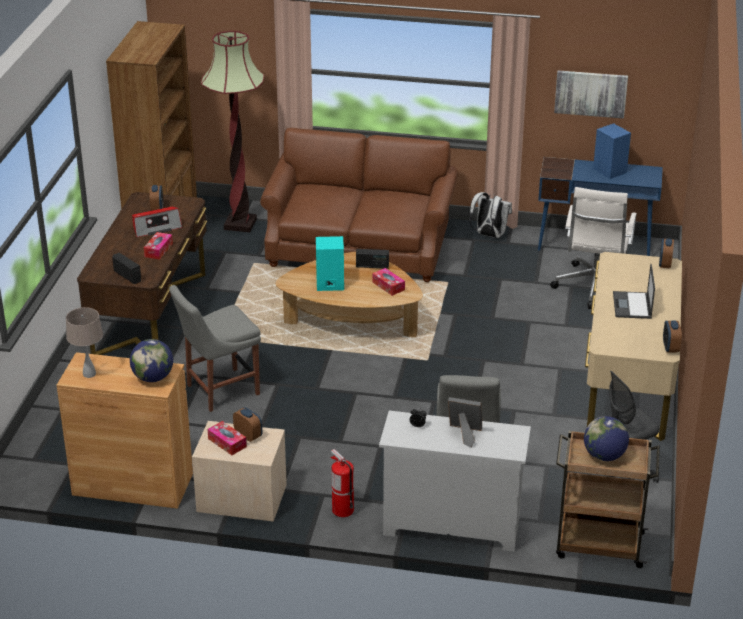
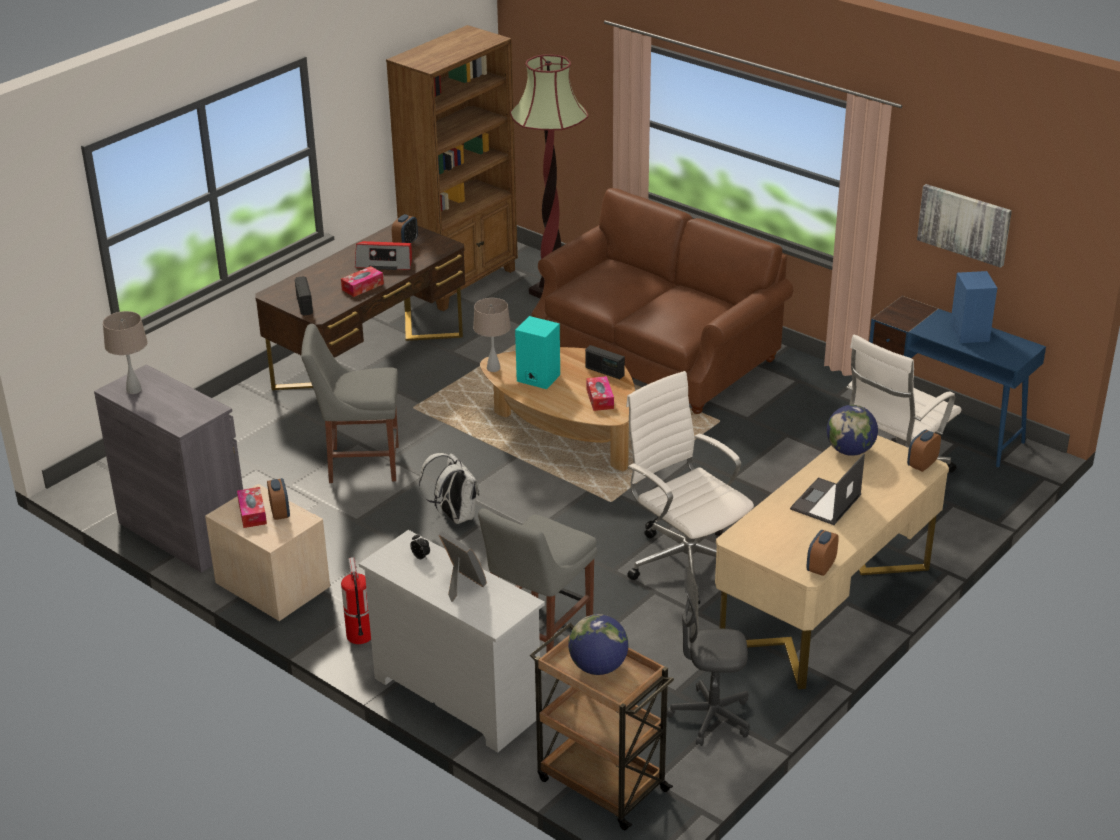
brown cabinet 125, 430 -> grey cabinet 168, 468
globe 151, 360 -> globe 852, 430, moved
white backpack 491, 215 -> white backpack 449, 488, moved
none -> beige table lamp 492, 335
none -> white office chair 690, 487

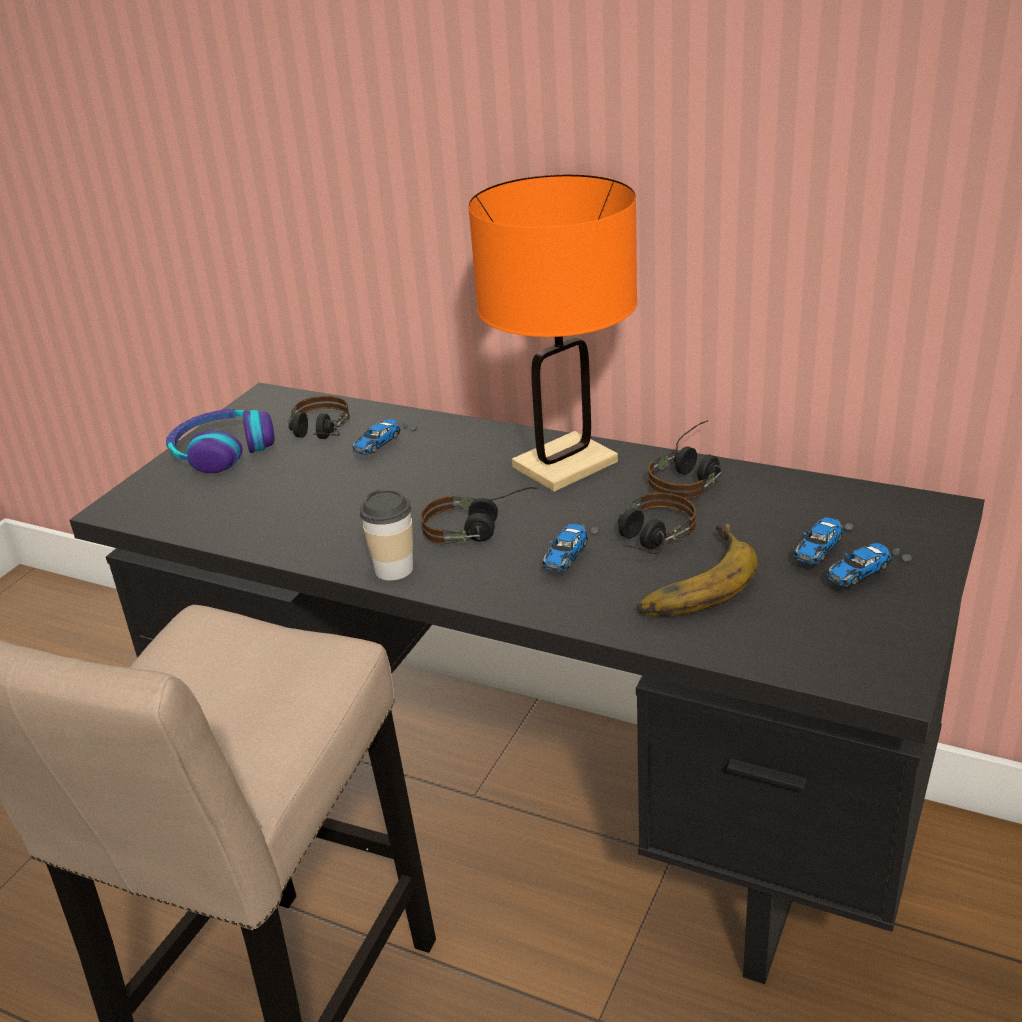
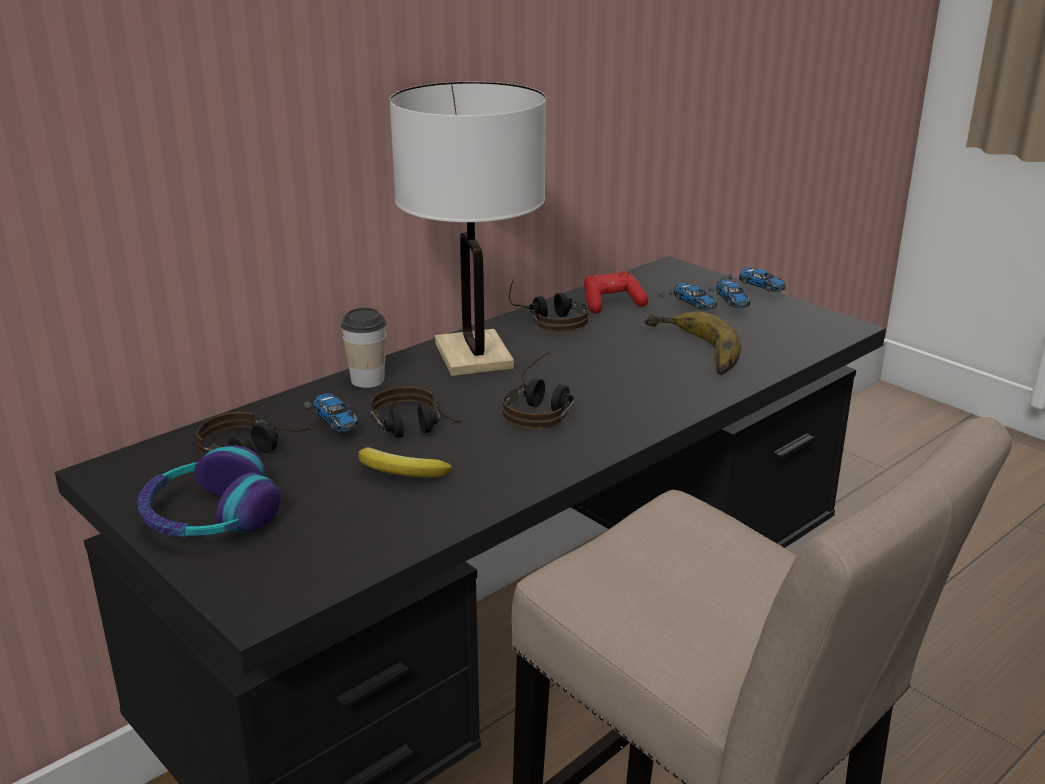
cup 386, 535 -> cup 364, 348, moved
orange table lamp 553, 333 -> white table lamp 467, 229
toy car 570, 548 -> toy car 753, 279, moved
headphones 657, 523 -> headphones 416, 412, moved
none -> banana 405, 462
none -> red game controller 616, 292

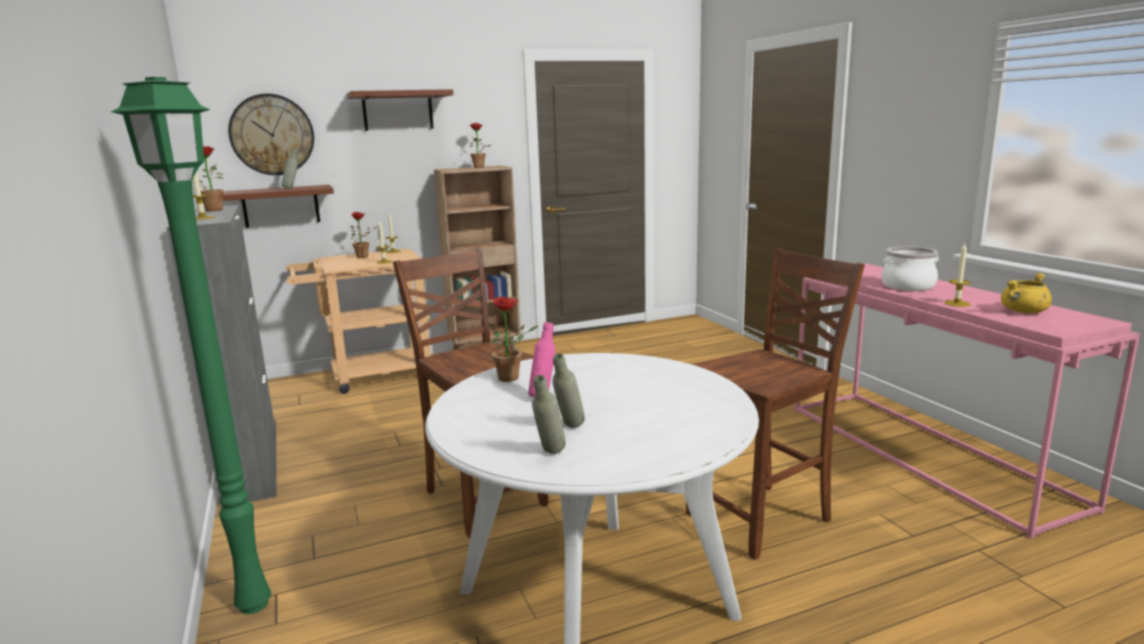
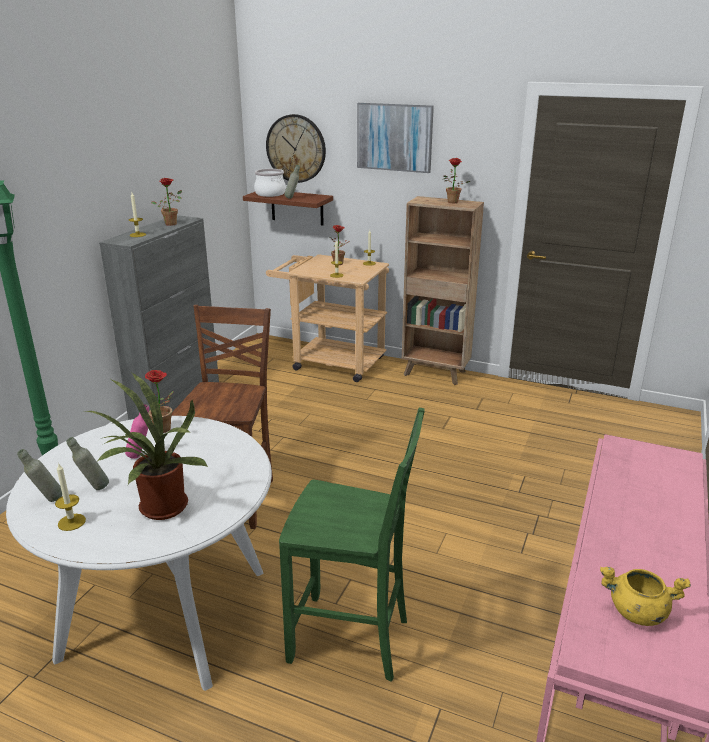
brown shelf 400, 110 -> picture 395, 138
brown chair 775, 404 -> green chair 352, 544
cooking pot 909, 268 -> cooking pot 270, 183, moved
candle 957, 275 -> candle 70, 497, moved
none -> potted plant 147, 446

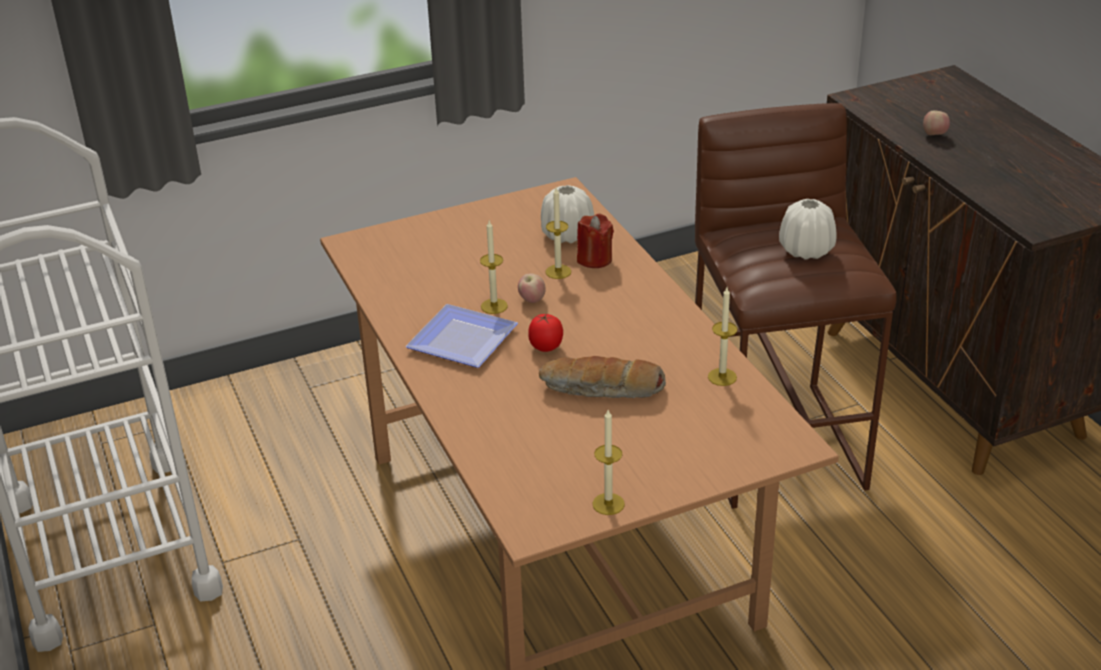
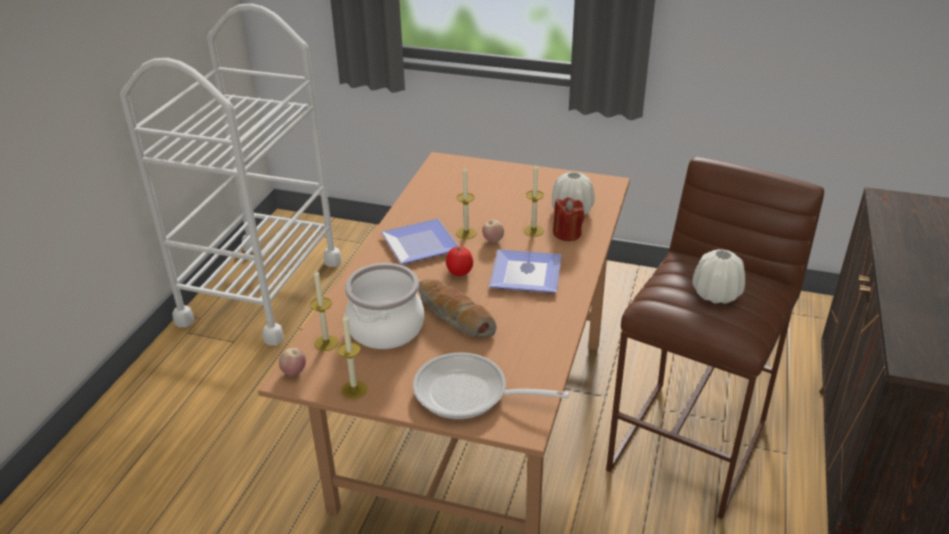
candle 722, 337 -> candle 324, 310, moved
apple 936, 122 -> apple 292, 361, moved
none -> cooking pot 384, 306
none -> frying pan 491, 385
none -> plate 525, 271

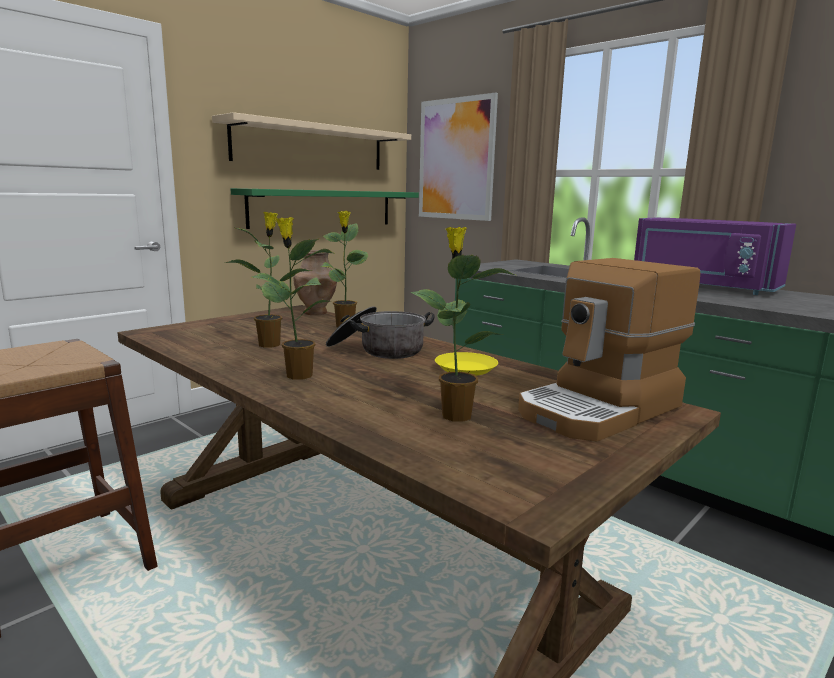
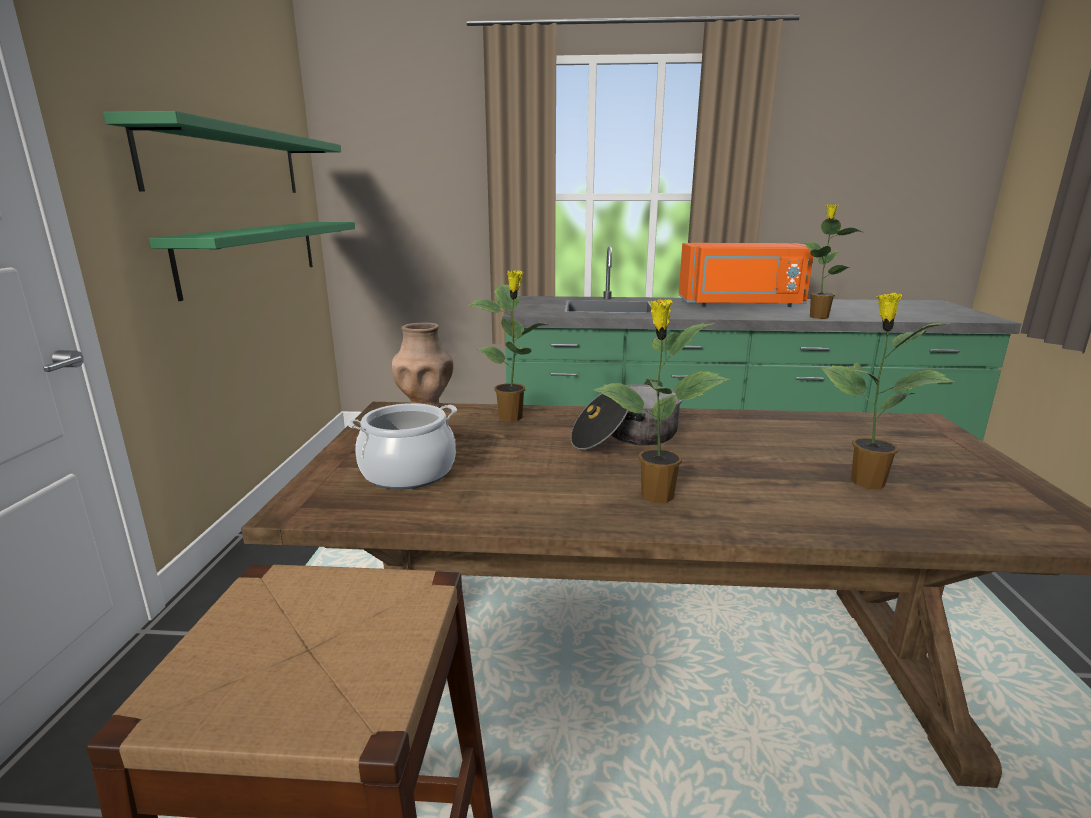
beige shelf 311, 141 -> green shelf 222, 152
potted plant 268, 280 -> potted plant 832, 261, moved
picture 458, 157 -> none
yellow plate 466, 364 -> none
coffee machine 609, 349 -> none
purple microwave 715, 256 -> orange microwave 746, 275
none -> cooking pot 402, 446

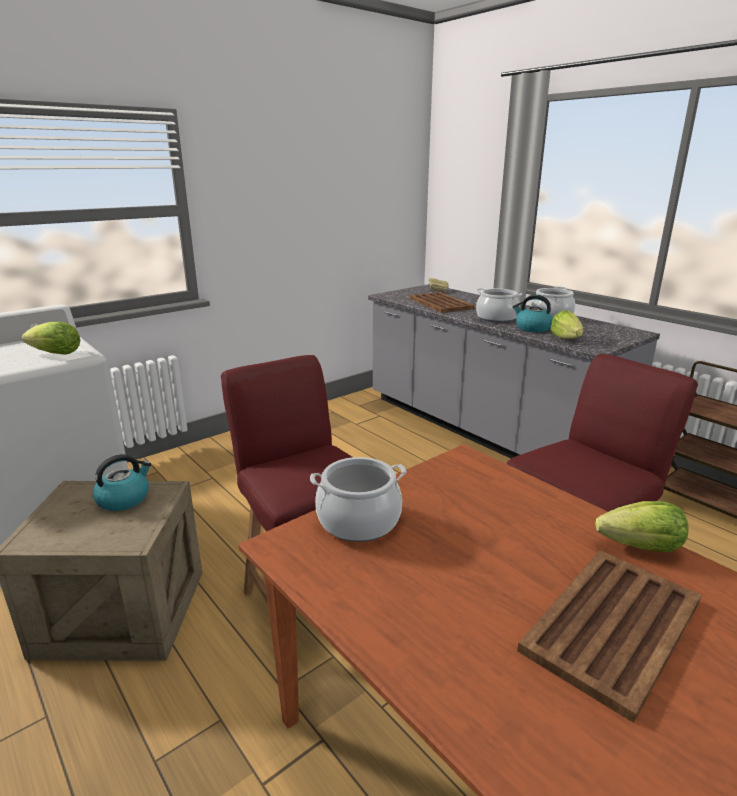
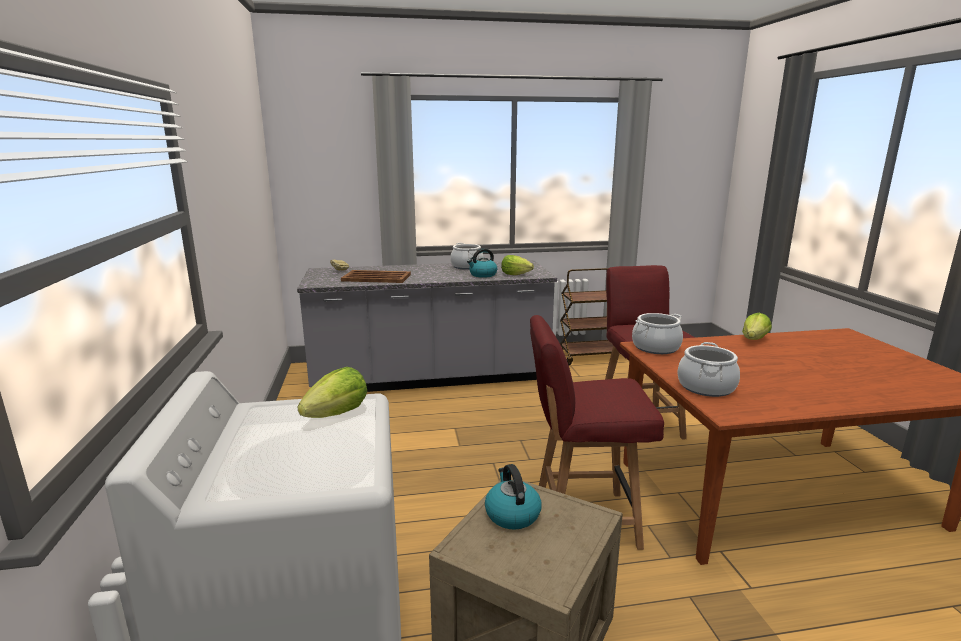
cooking pot 499, 305 -> cooking pot 657, 333, moved
brown tray 609, 636 -> none

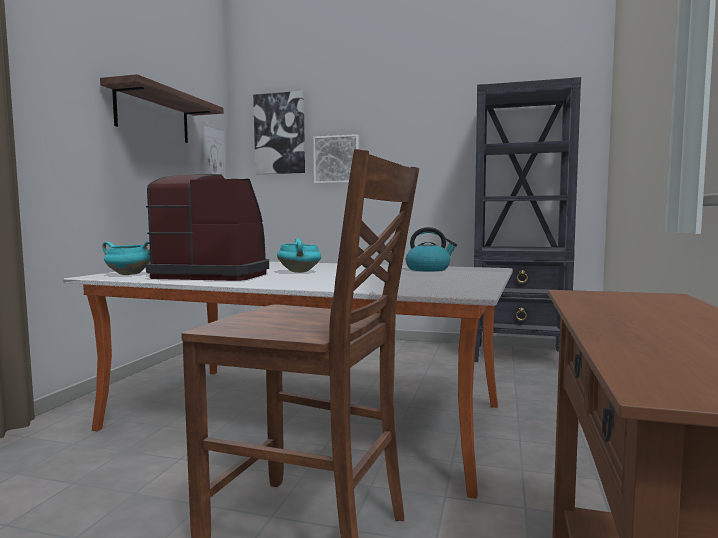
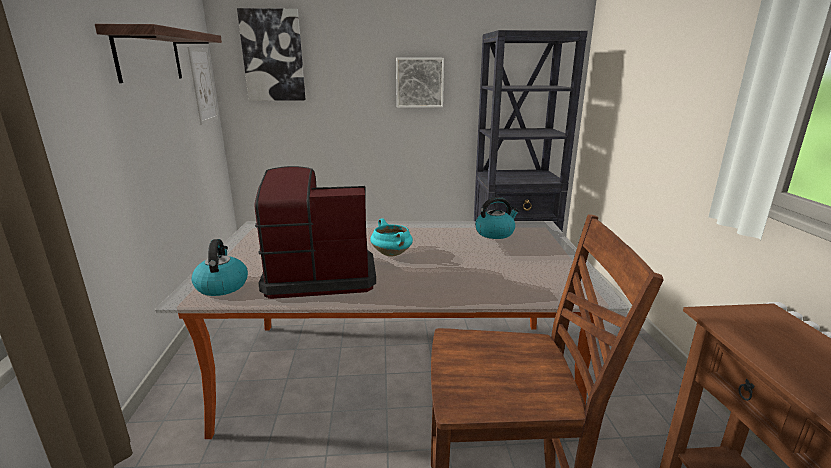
turquoise cooking pot 126, 258 -> kettle 219, 267
picture 336, 159 -> picture 420, 83, moved

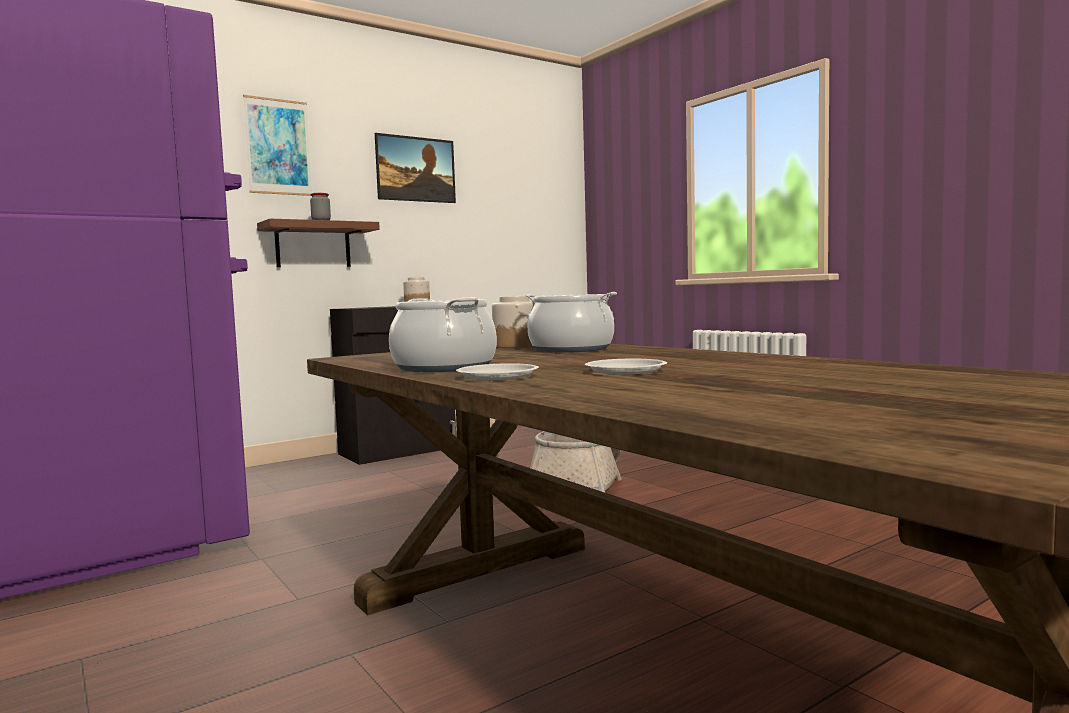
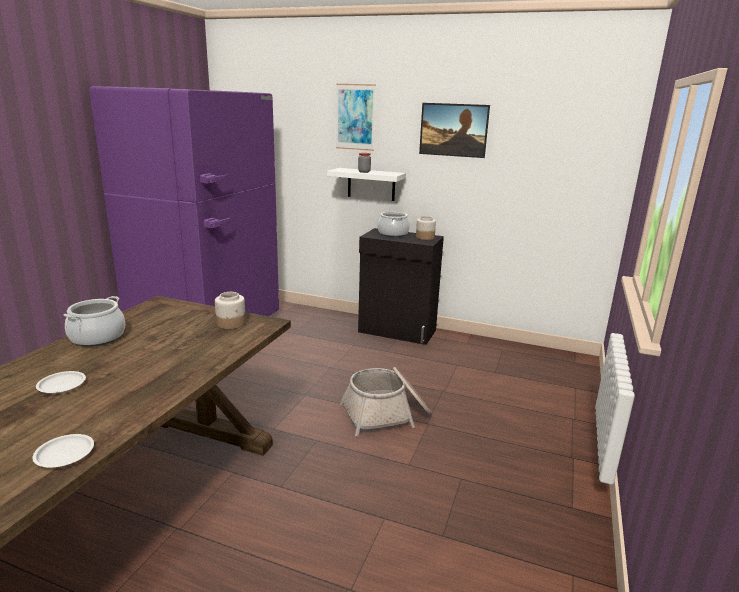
brown shelf 318, 242 -> white shelf 366, 184
white plate 497, 371 -> white plate 63, 451, moved
cooking pot 571, 322 -> cooking pot 393, 223, moved

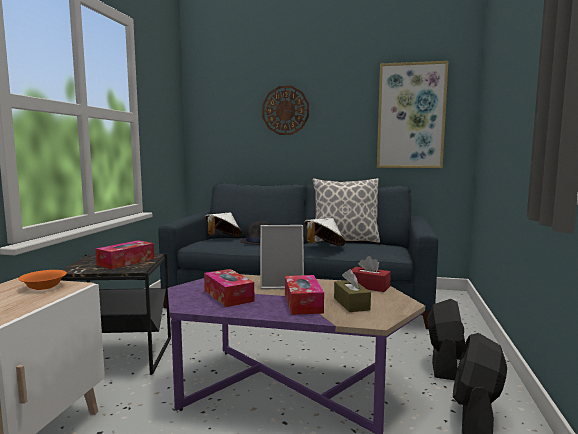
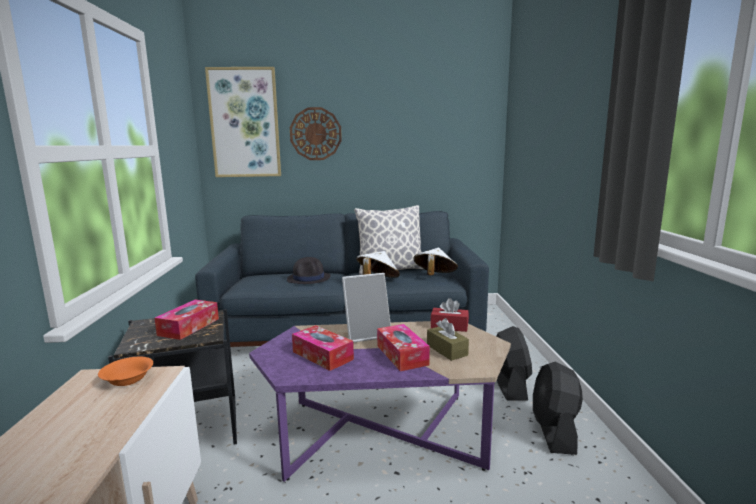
white hat 223, 225 -> white hat 435, 261, moved
picture 412, 114 -> picture 243, 122, moved

